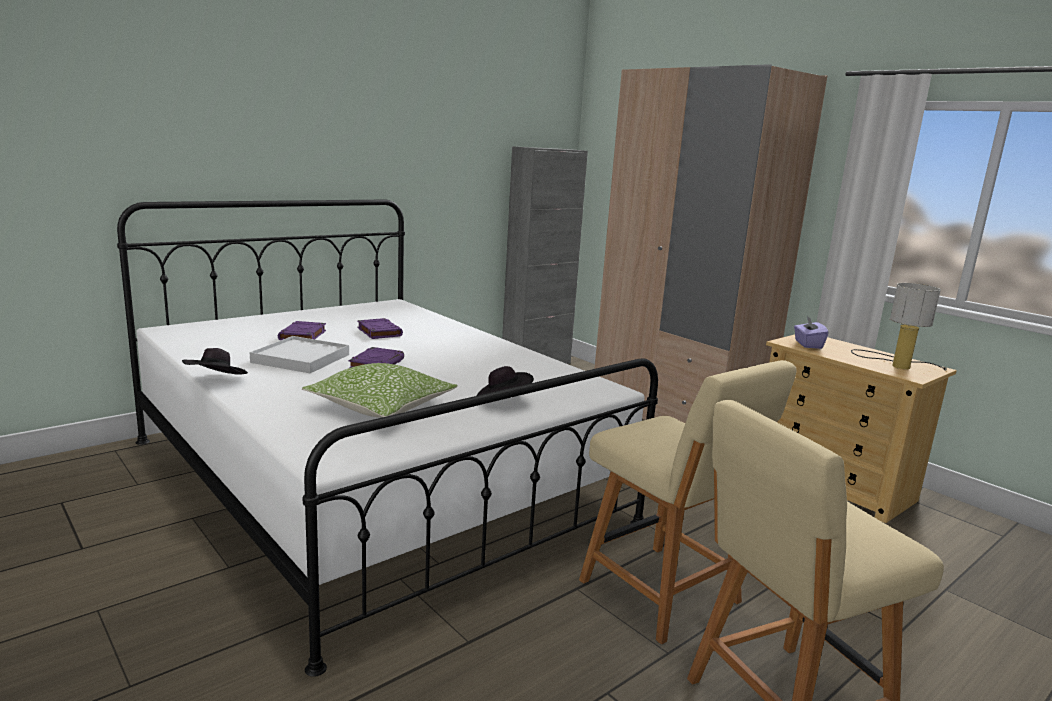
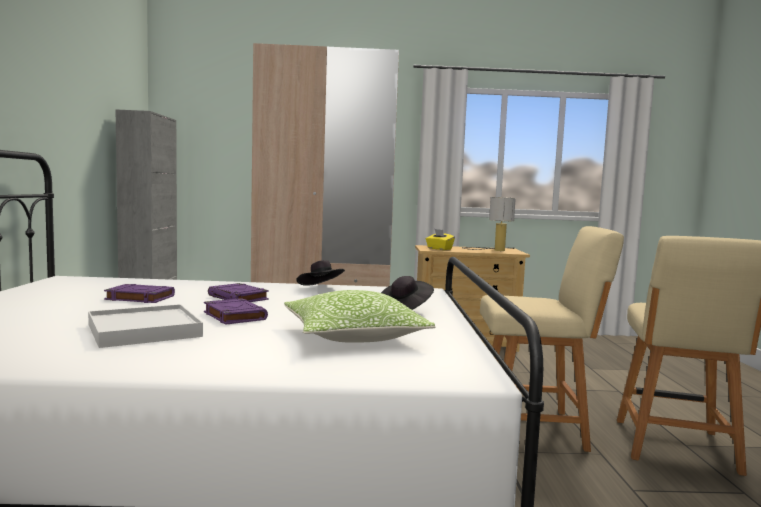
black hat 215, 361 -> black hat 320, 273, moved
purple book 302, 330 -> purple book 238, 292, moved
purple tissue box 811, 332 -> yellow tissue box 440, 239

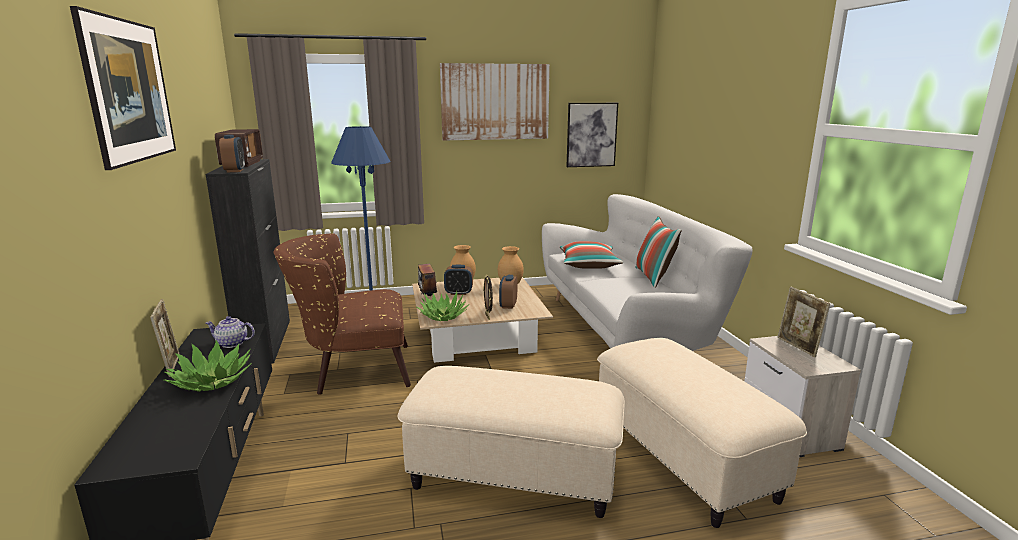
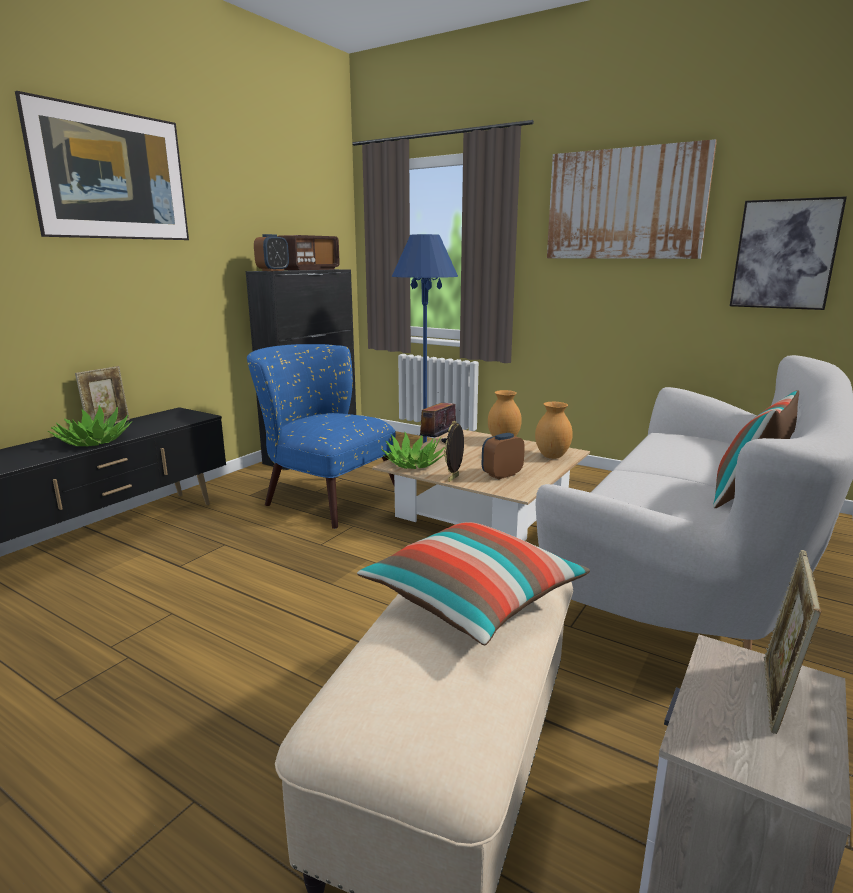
teapot 230, 332 -> none
brown armchair 342, 314 -> blue armchair 321, 436
beige ottoman 511, 442 -> none
alarm clock 458, 280 -> none
pillow 592, 255 -> pillow 473, 583, moved

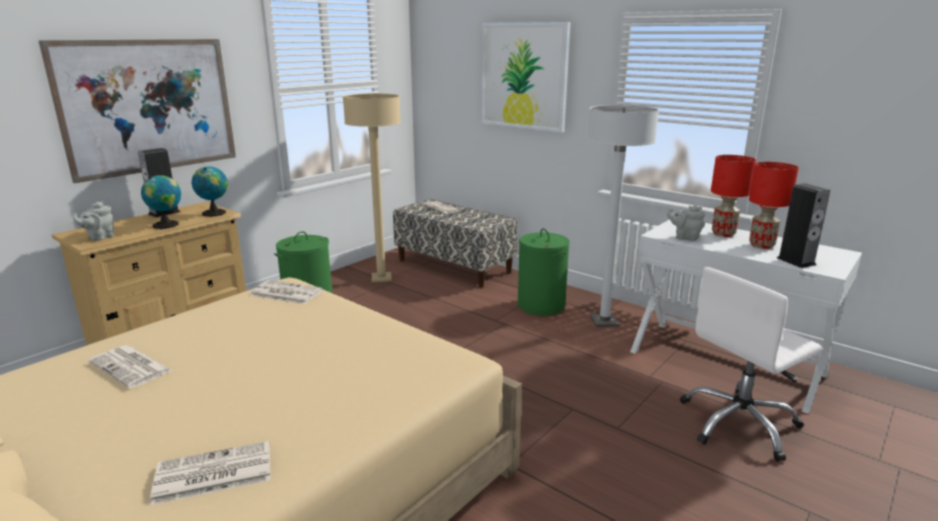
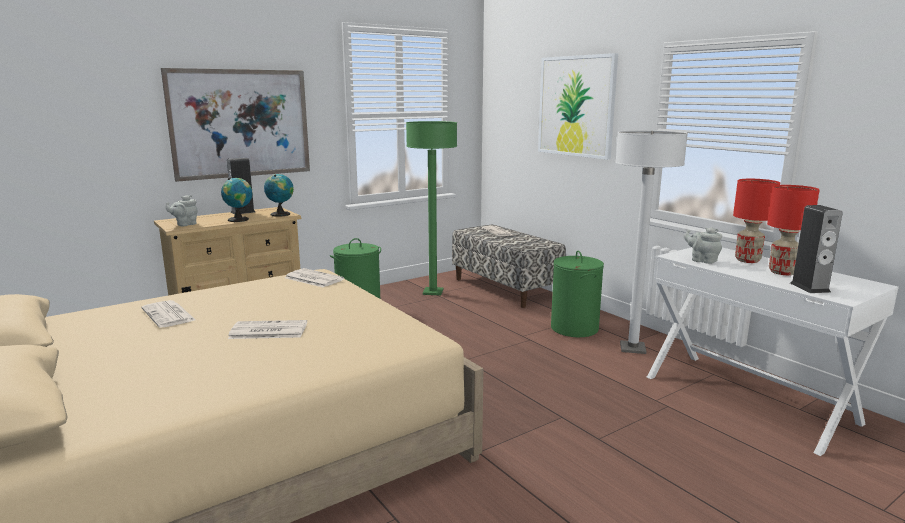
newspaper 210, 473 -> newspaper 267, 329, moved
beige floor lamp 372, 188 -> green floor lamp 431, 208
white office chair 751, 364 -> none

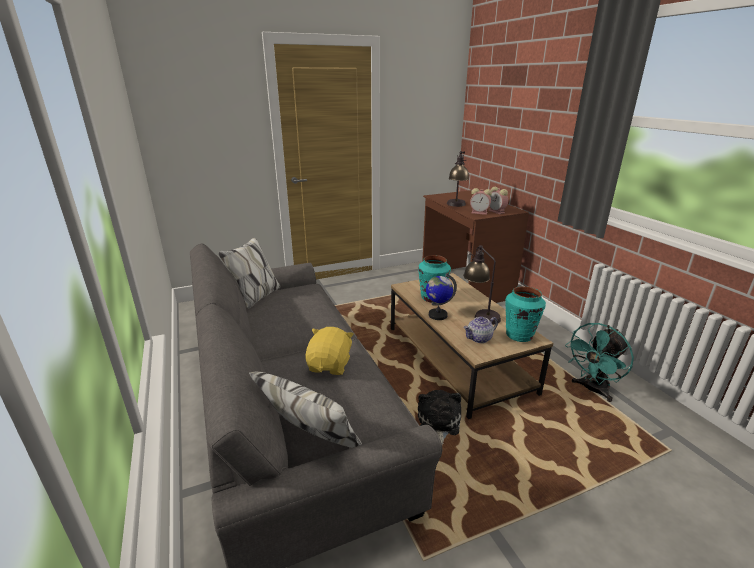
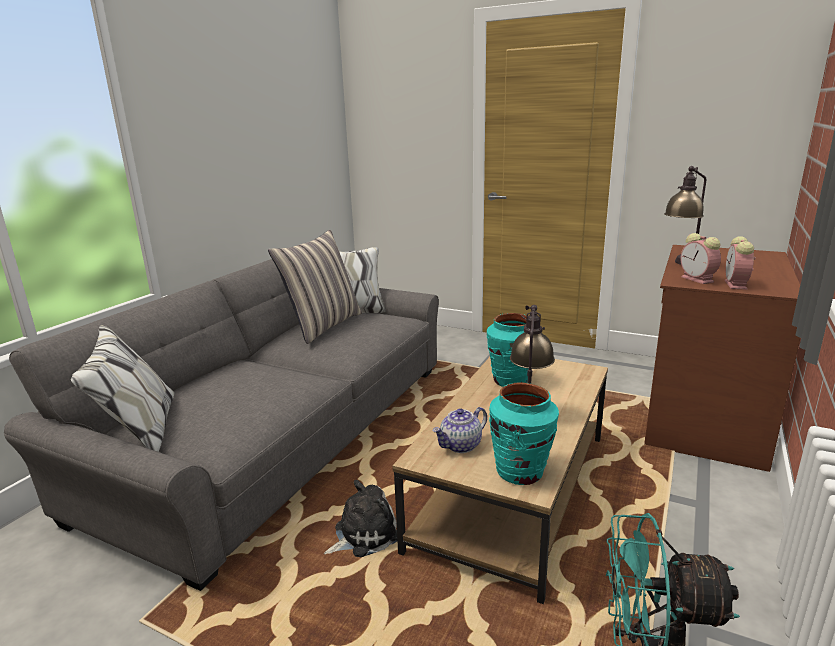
yellow plush toy 329, 351 -> none
globe 441, 297 -> none
teapot 480, 329 -> teapot 459, 430, 60 degrees counterclockwise
none -> pillow 315, 287

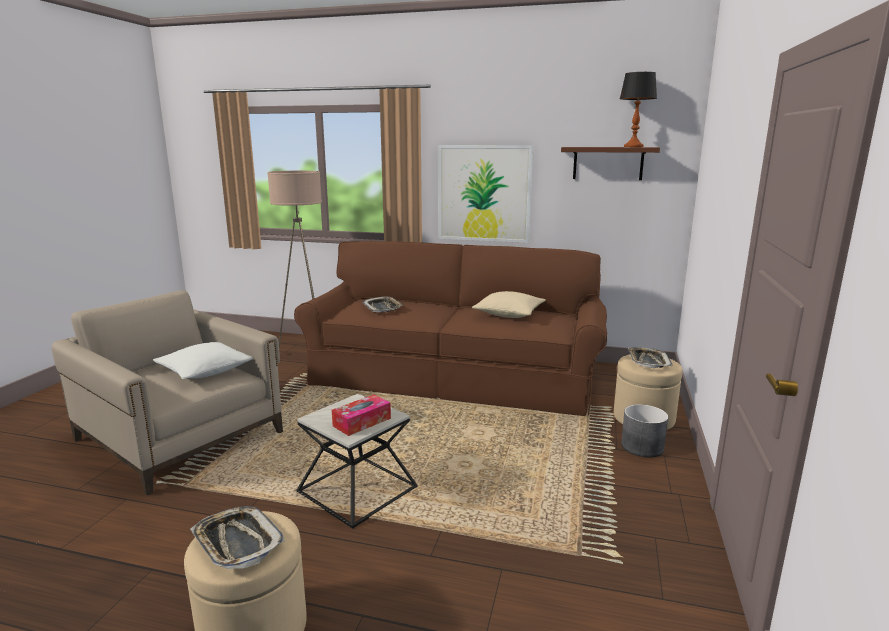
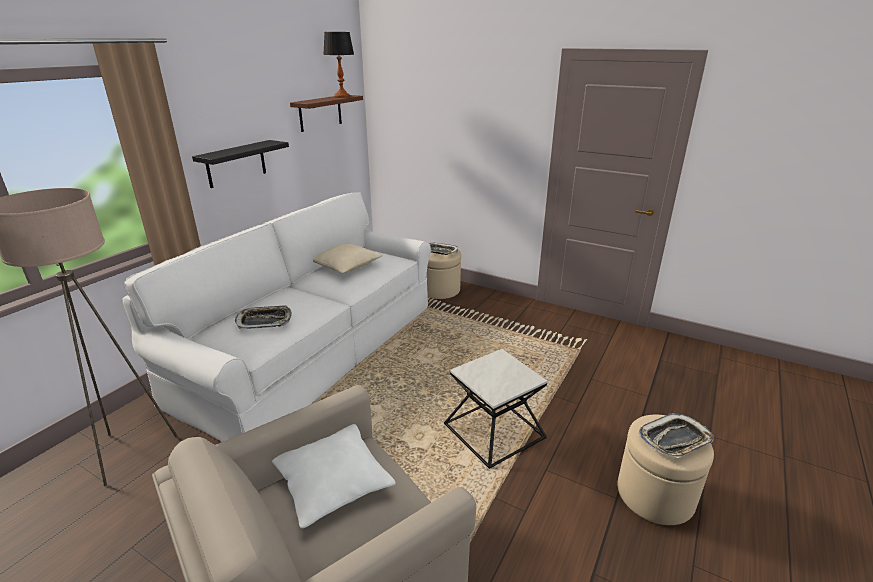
brown sofa 450, 328 -> white sofa 276, 317
tissue box 361, 415 -> none
picture 486, 194 -> black shelf 240, 164
grey planter 644, 431 -> none

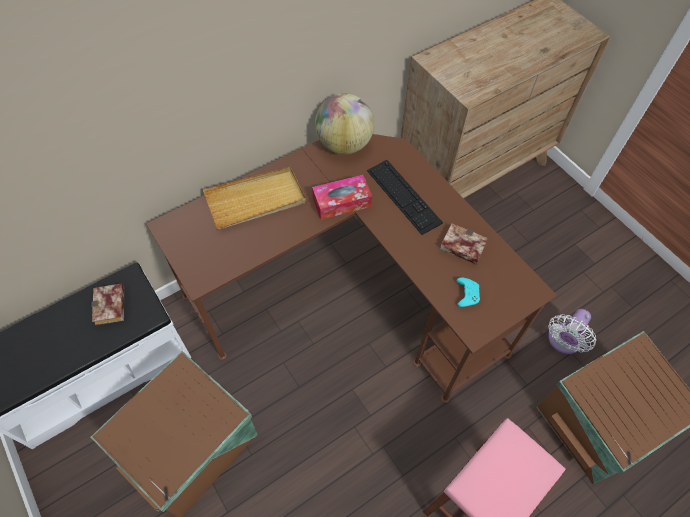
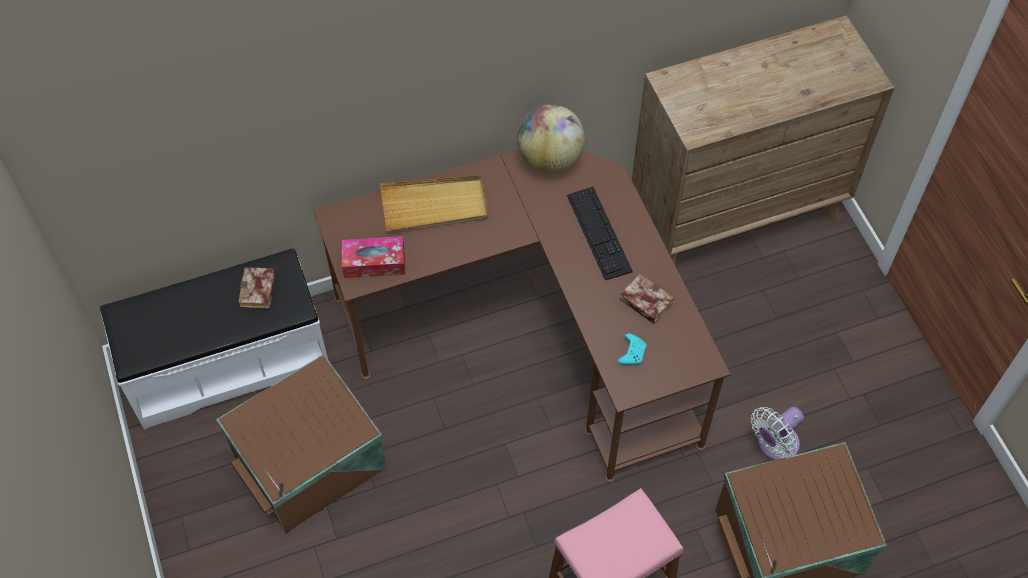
tissue box 342, 197 -> tissue box 373, 257, moved

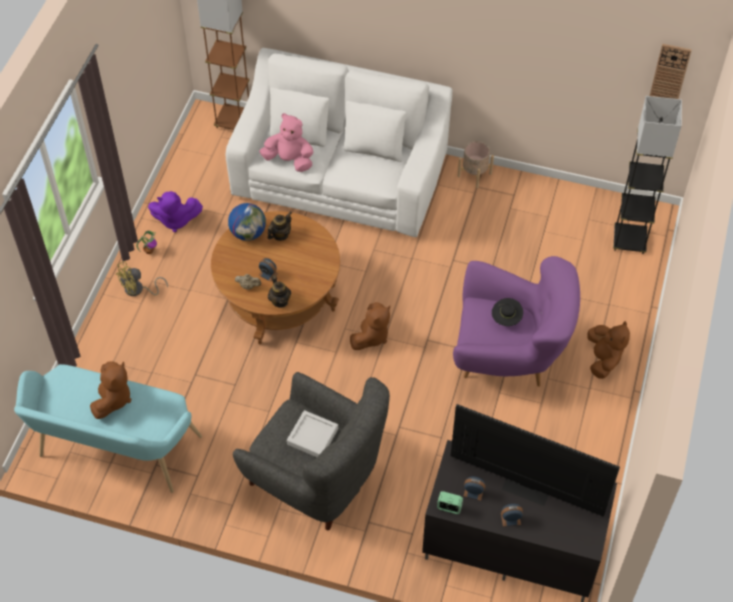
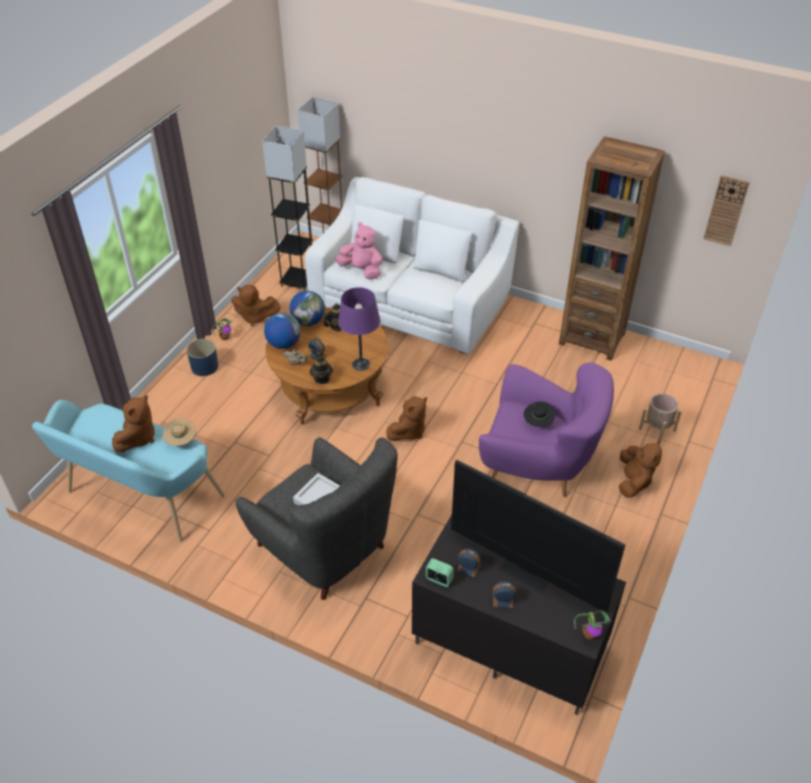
yellow fan 141, 278 -> blue planter 202, 357
purple plush toy 175, 211 -> brown plush toy 256, 305
beige planter 475, 164 -> beige planter 660, 418, moved
grey floor lamp 647, 175 -> grey floor lamp 287, 208, moved
none -> beige hat 179, 432
none -> globe 282, 331
none -> purple table lamp 359, 329
none -> brown bookcase 612, 248
none -> potted plant 592, 625

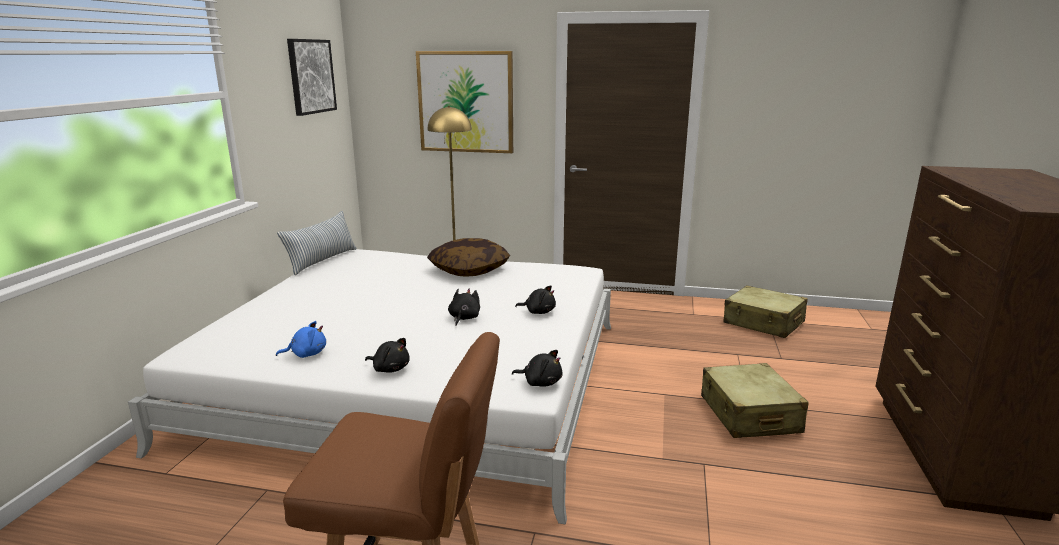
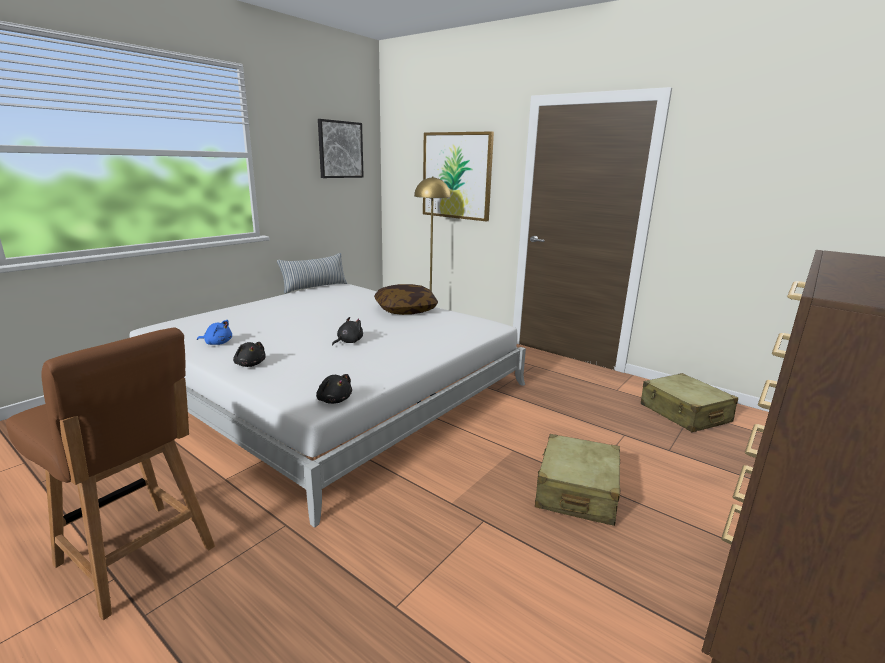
black plush toy 535, 300 -> none

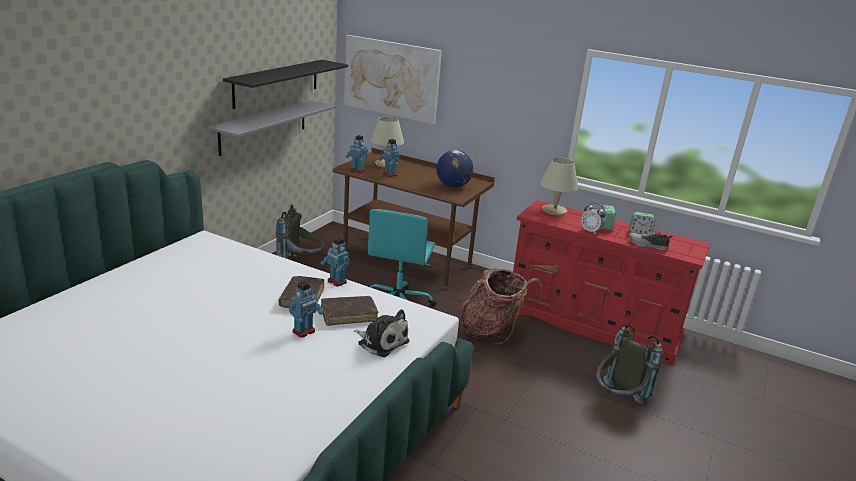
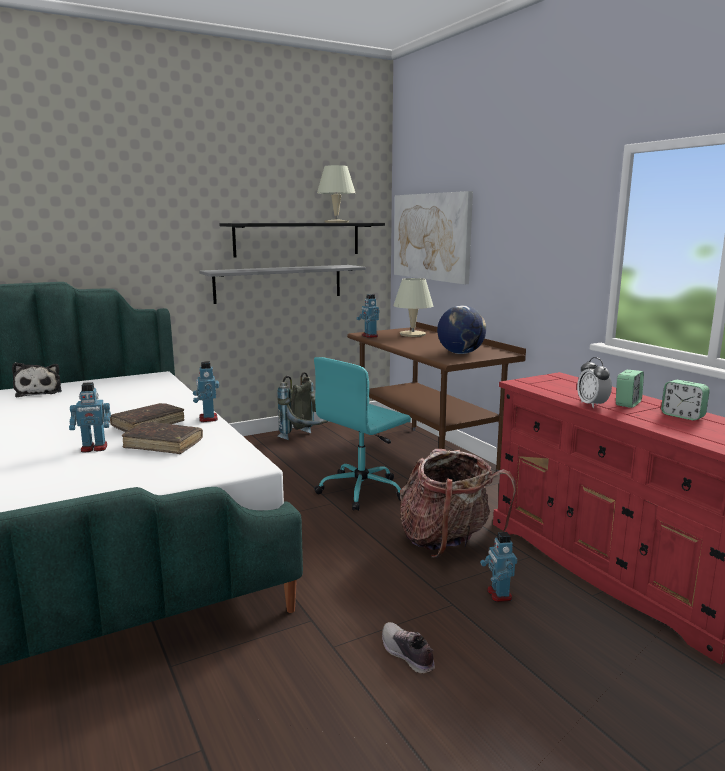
plush toy 382, 333 -> plush toy 37, 379, moved
toy robot 388, 158 -> toy robot 498, 567, moved
beige table lamp 559, 186 -> beige table lamp 336, 194, moved
grey backpack 629, 364 -> none
shoe 651, 241 -> shoe 408, 648, moved

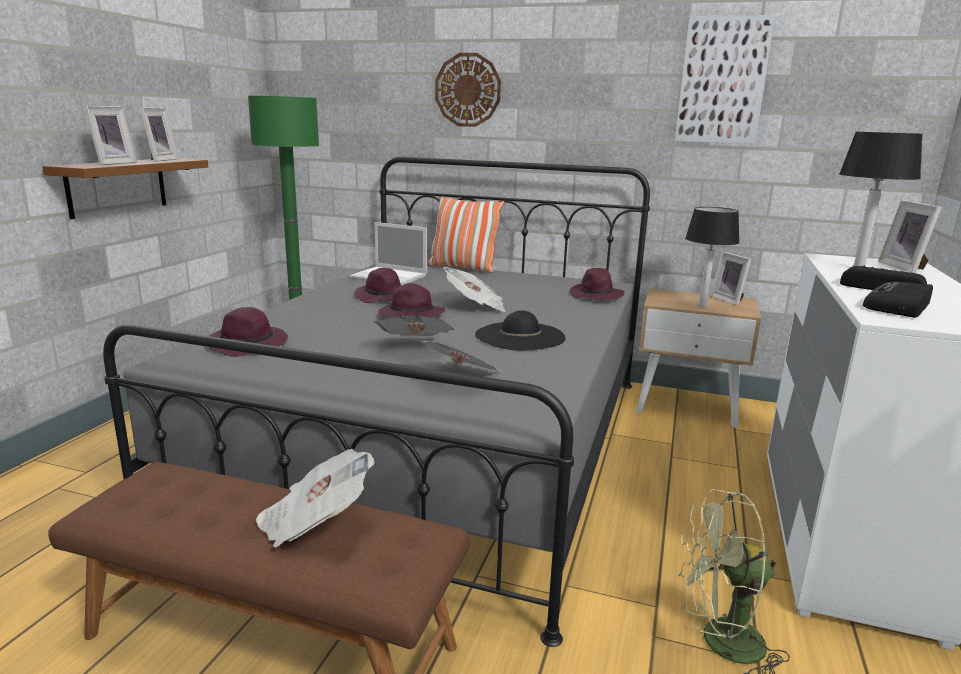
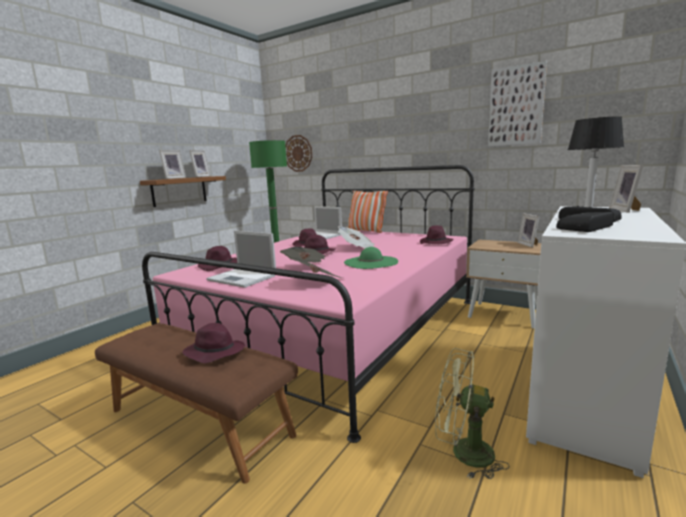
grey bed 376, 402 -> pink bed 308, 304
newspaper 315, 498 -> purple hat 213, 343
wall clock 468, 90 -> wall clock 298, 153, moved
black hat 520, 330 -> green hat 371, 258
table lamp 712, 257 -> none
none -> laptop 241, 259

